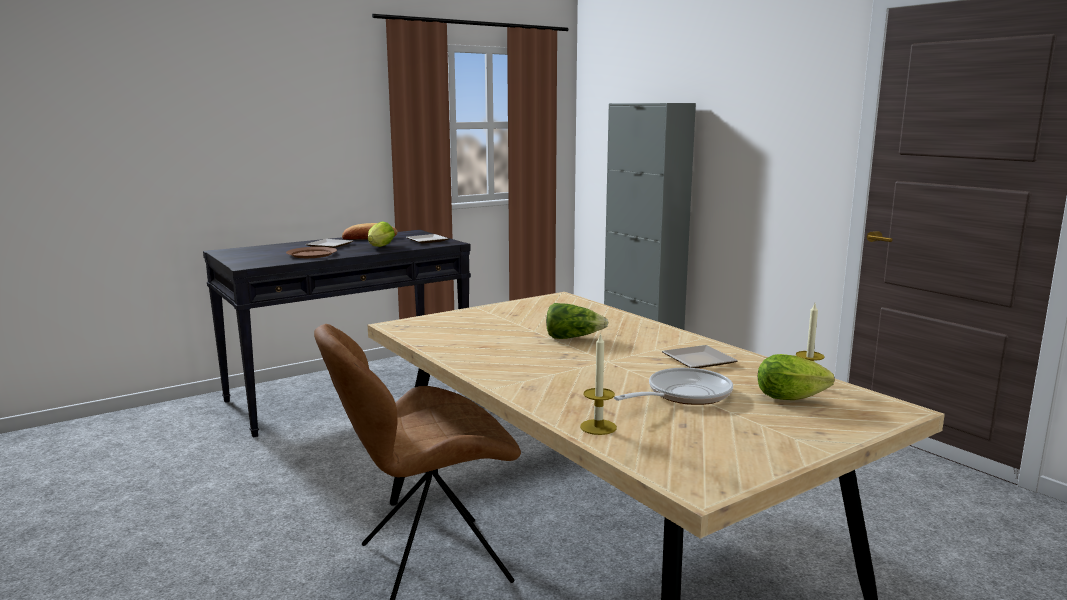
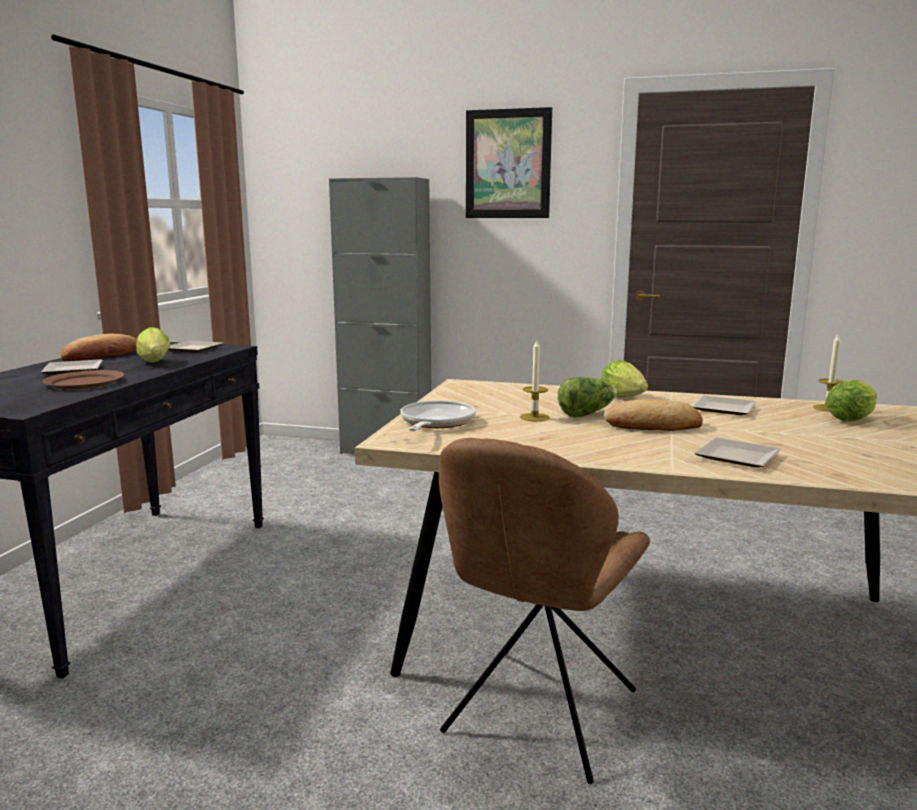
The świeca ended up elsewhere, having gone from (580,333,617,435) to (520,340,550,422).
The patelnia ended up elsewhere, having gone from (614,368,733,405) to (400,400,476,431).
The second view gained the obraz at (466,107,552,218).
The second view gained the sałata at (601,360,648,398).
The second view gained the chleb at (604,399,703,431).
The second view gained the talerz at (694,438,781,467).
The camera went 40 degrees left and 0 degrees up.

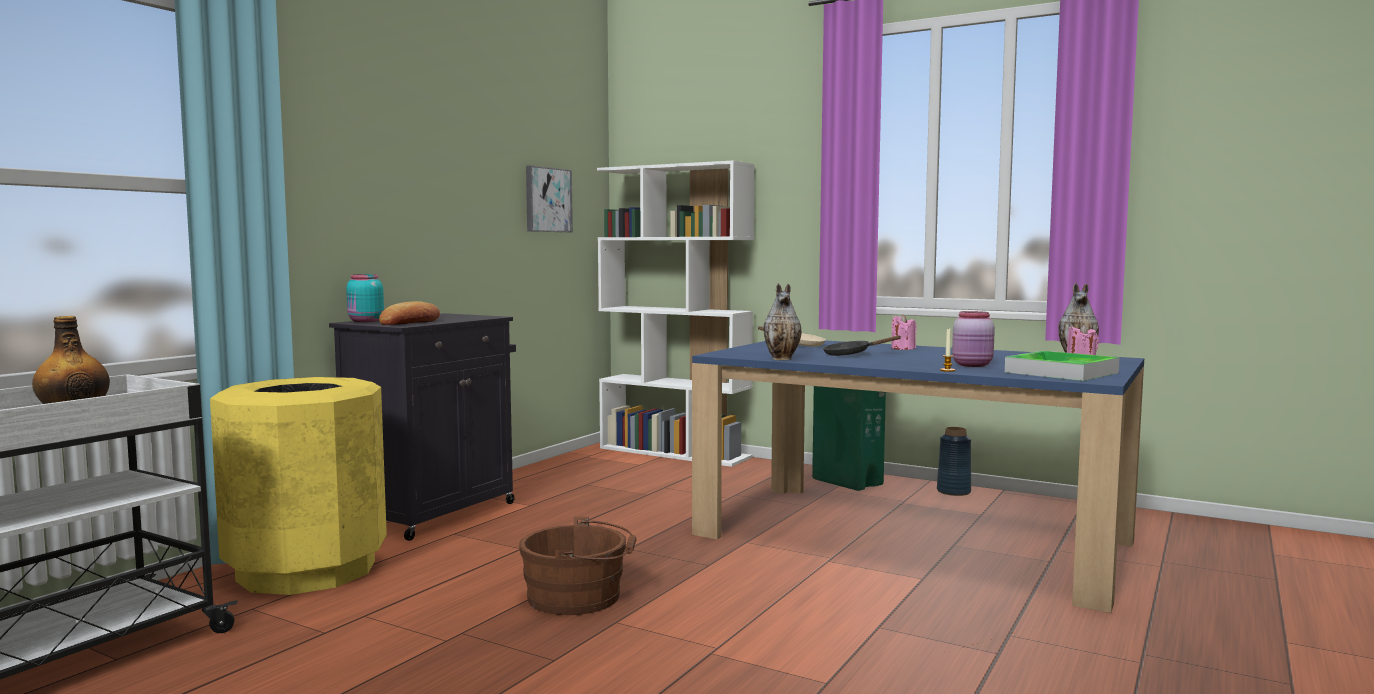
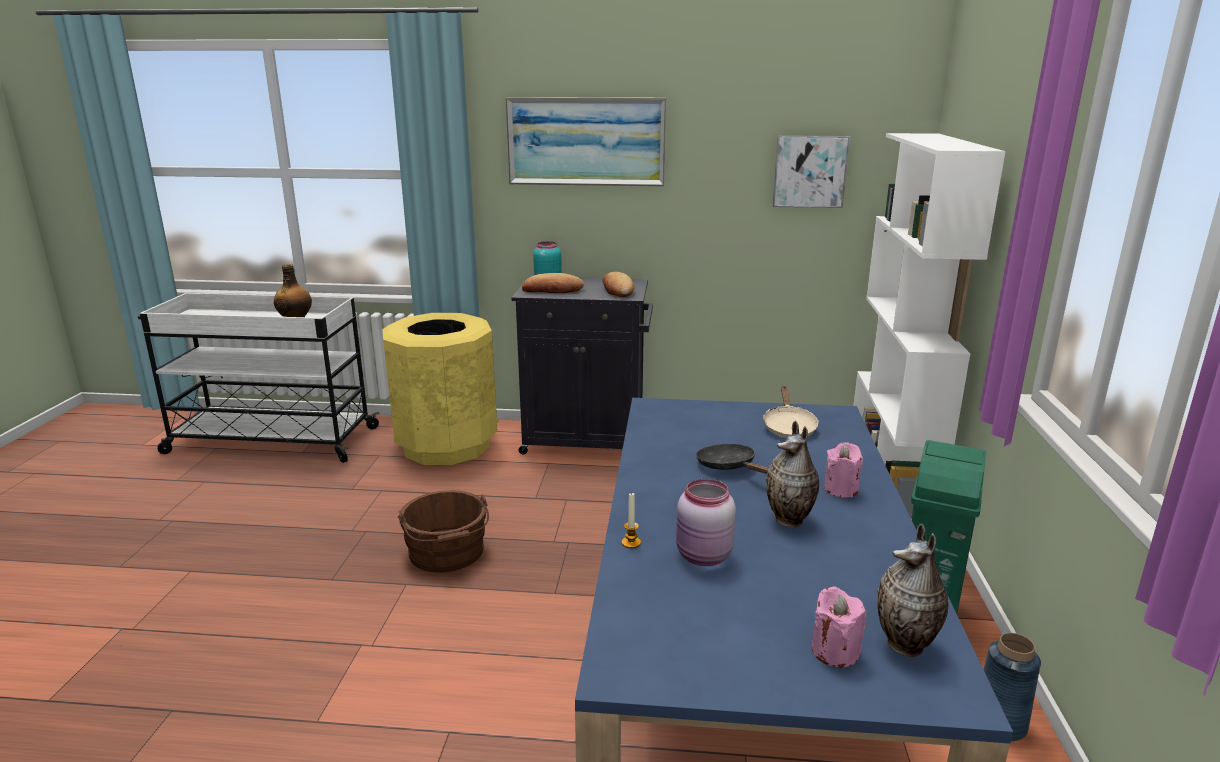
The wazon ended up elsewhere, having gone from (763,283,801,360) to (766,421,819,527).
The second view lost the taca at (1005,351,1120,381).
The second view gained the obraz at (505,97,667,186).
The second view gained the chleb at (602,272,635,297).
The camera went 65 degrees right and 15 degrees up.

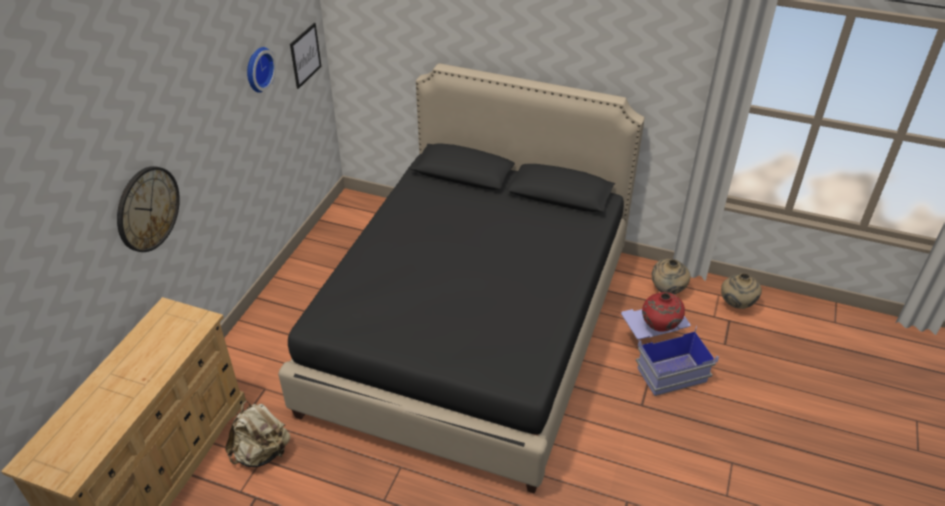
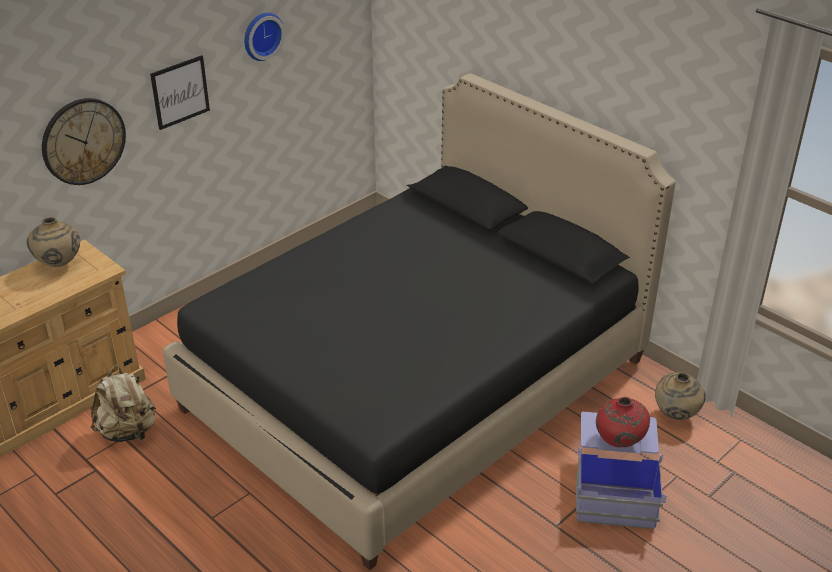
The obraz ended up elsewhere, having gone from (290,23,321,89) to (150,55,210,130).
The wazon [beżowy] ended up elsewhere, having gone from (721,273,762,309) to (27,217,80,267).
The camera went 25 degrees right and 5 degrees down.

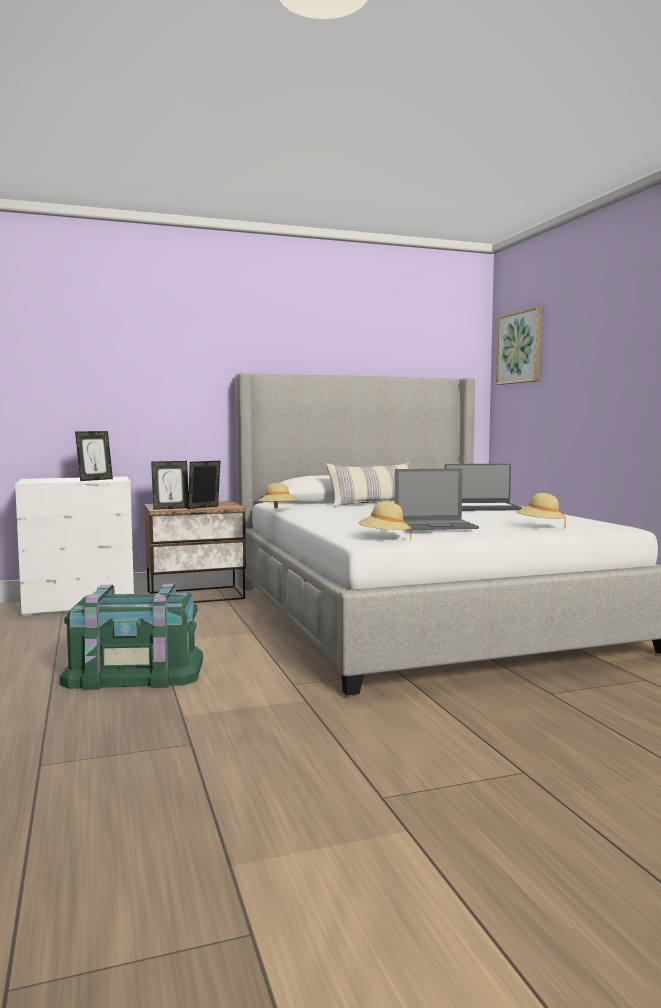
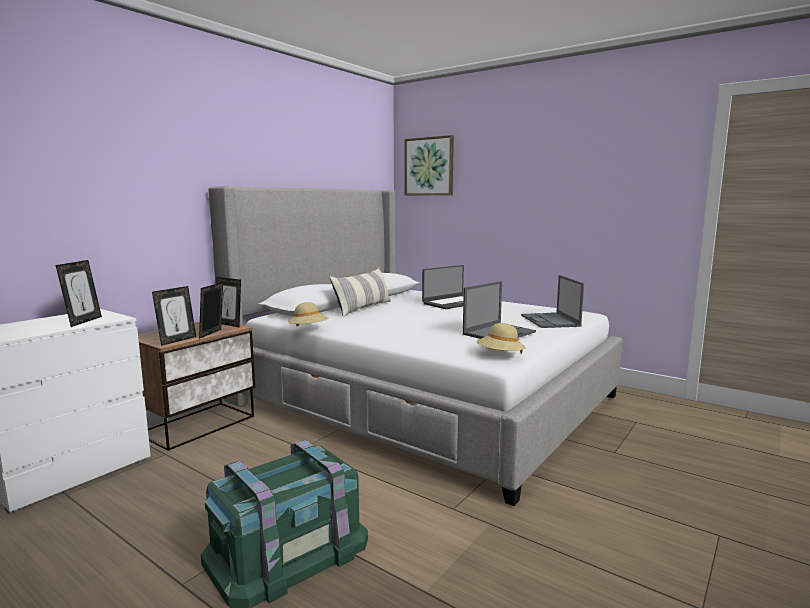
Where the kapelusz [beżowy] stood at (516,493,566,528), the laptop came to stand at (521,275,584,328).
The second view gained the ramka na zdjęcie at (216,277,241,327).
The camera went 35 degrees left and 5 degrees up.

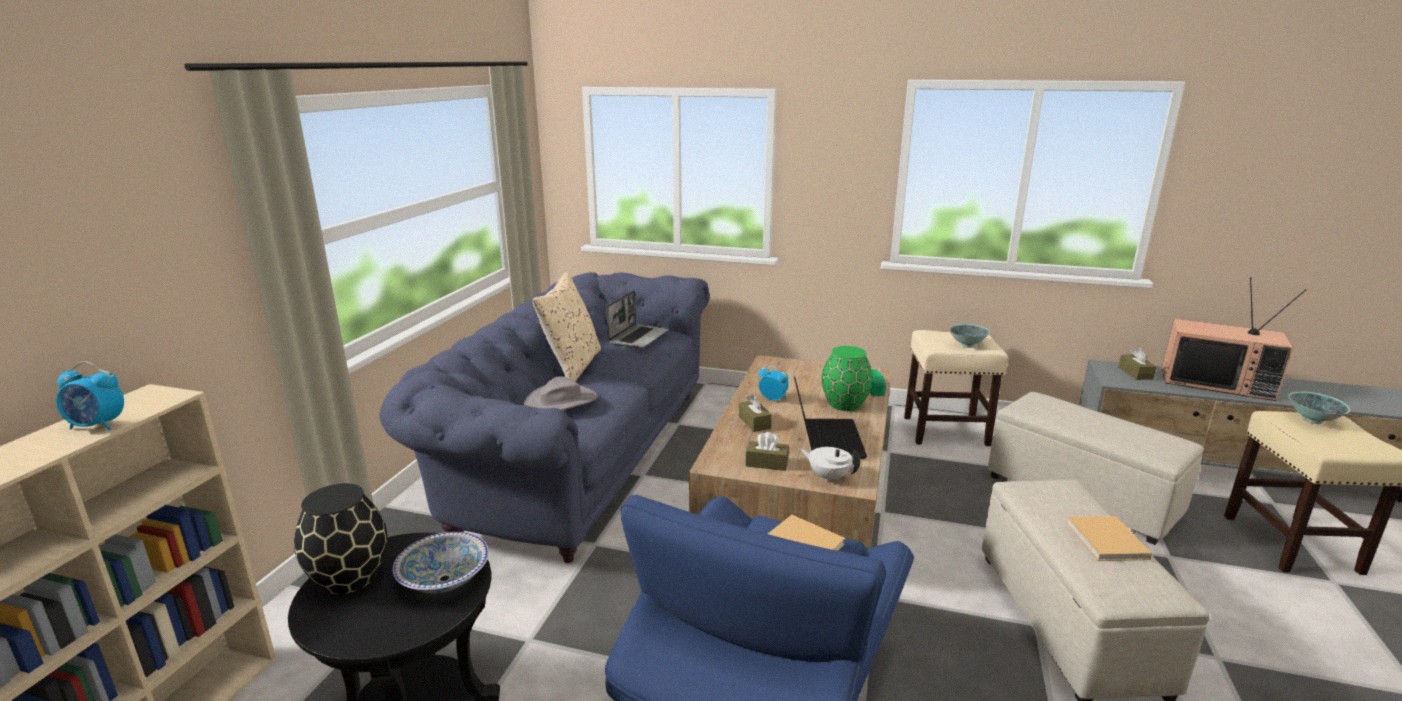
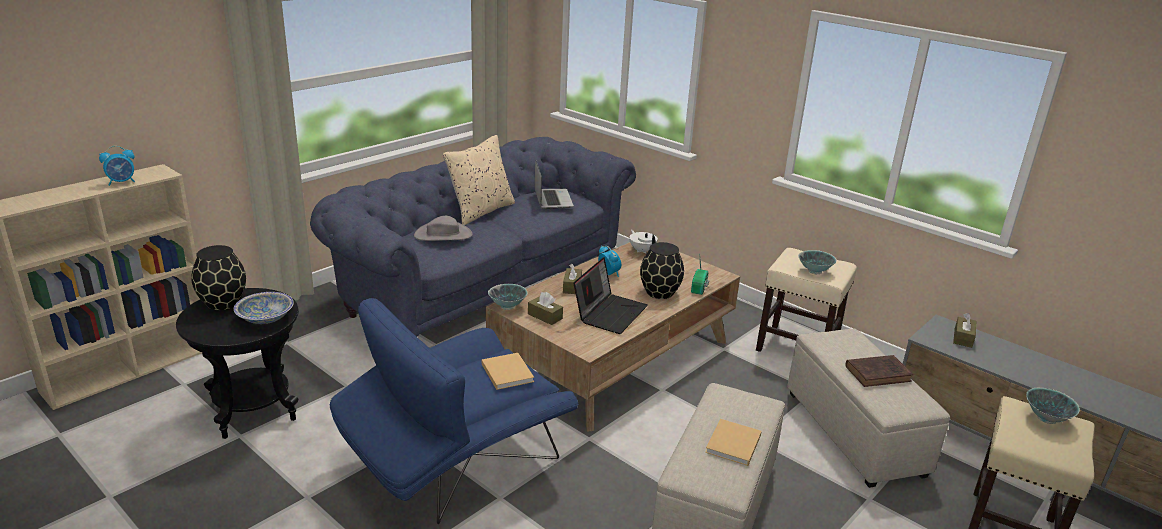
The second view lost the telewizor at (1162,277,1306,401).
The laptop at (606,290,668,348) ended up facing another way, 60 degrees counterclockwise from before.
What was the wazon [zielony] at (821,346,873,411) turned into the wazon [czarny] at (640,242,684,299).
The budzik at (56,361,124,430) ended up facing another way, 60 degrees counterclockwise from before.
The imbryk [biały] ended up elsewhere, having gone from (800,447,860,482) to (629,230,658,254).
The second view gained the miska at (488,284,528,310).
The second view gained the książka [brązowy] at (845,355,913,387).
The camera went 25 degrees right and 5 degrees up.

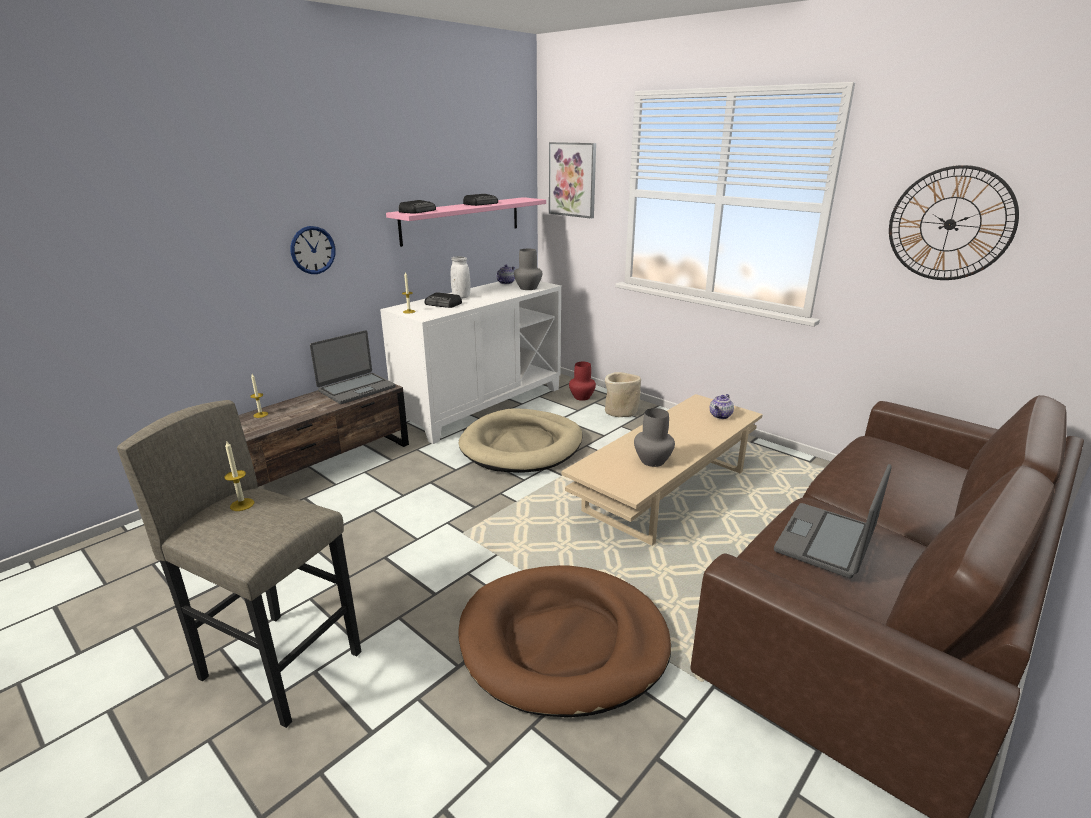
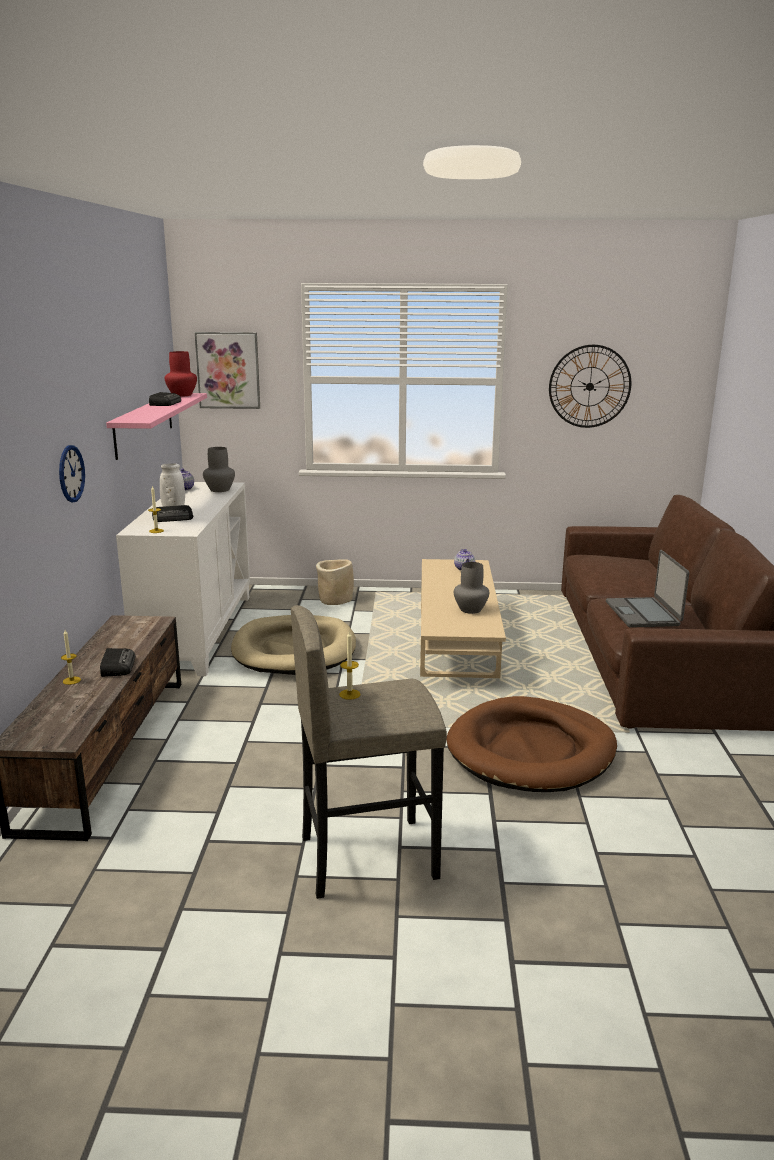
The radio ended up elsewhere, having gone from (399,200,436,214) to (100,648,135,677).
The second view lost the laptop at (310,330,396,404).
The wazon [czerwony] ended up elsewhere, having gone from (569,362,596,401) to (165,351,197,397).
The camera went 40 degrees left and 5 degrees down.

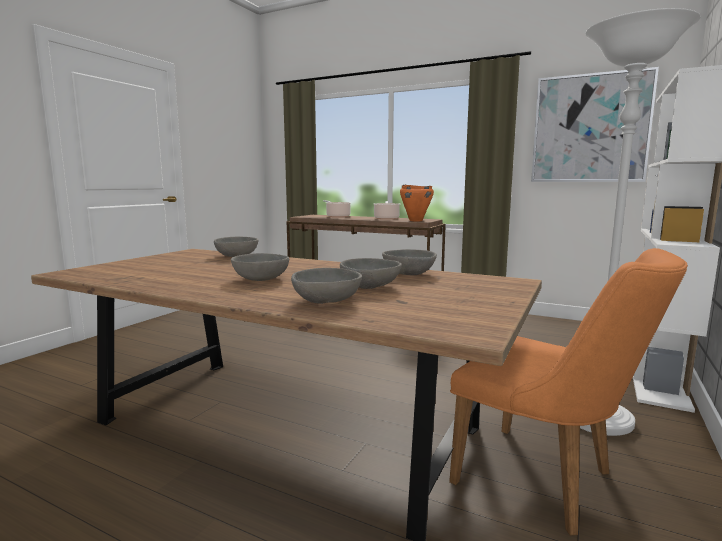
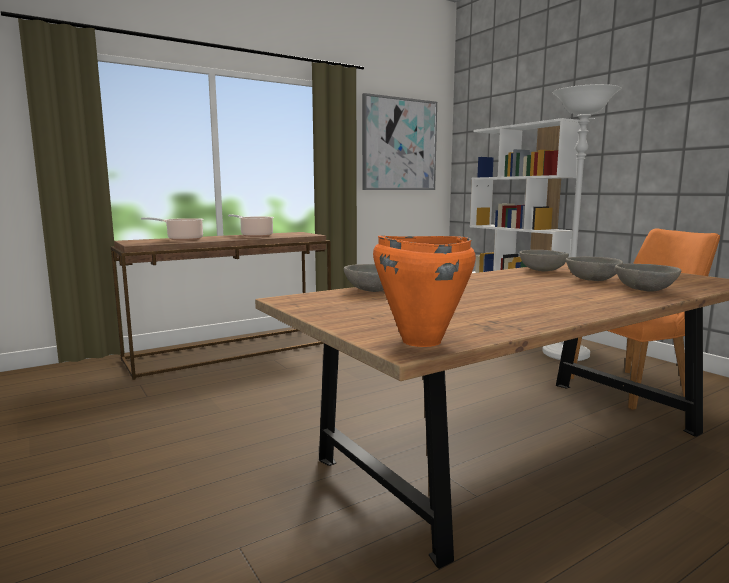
The garnek [pomarańczowy] ended up elsewhere, having gone from (400,185,434,221) to (373,236,476,347).
The second view lost the miska [szary] at (231,253,289,281).
The camera went 60 degrees left and 0 degrees up.

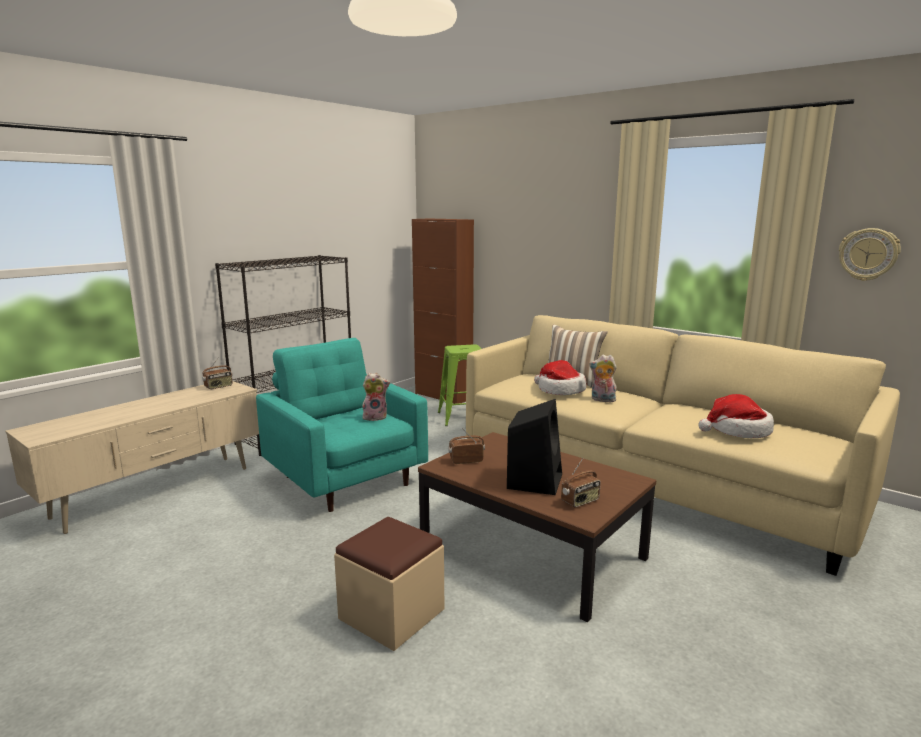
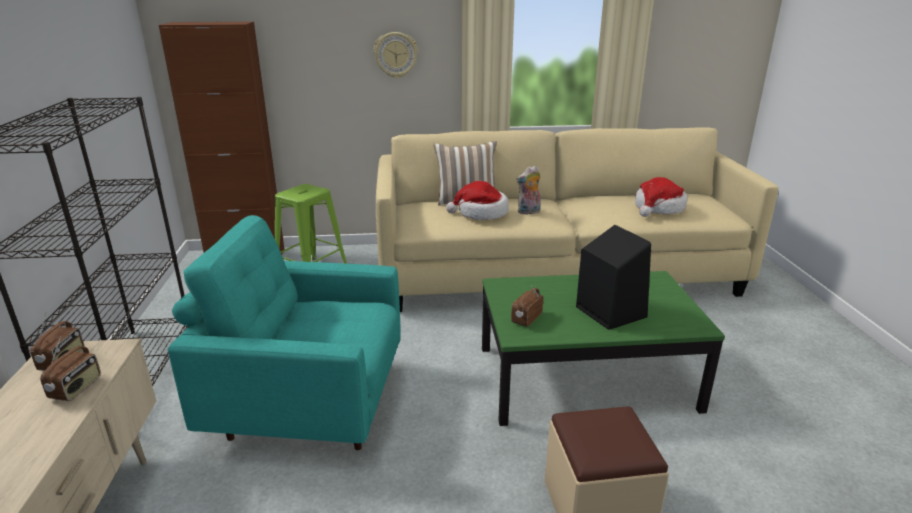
The zegar ścienny ended up elsewhere, having gone from (839,228,901,281) to (374,32,418,78).
The second view lost the pluszak at (362,373,390,421).
What was the ława [brązowy] at (418,432,657,622) turned into the ława [zielony] at (482,271,725,426).
The radio ended up elsewhere, having gone from (561,458,601,508) to (40,337,101,401).
The camera went 45 degrees left and 10 degrees up.

